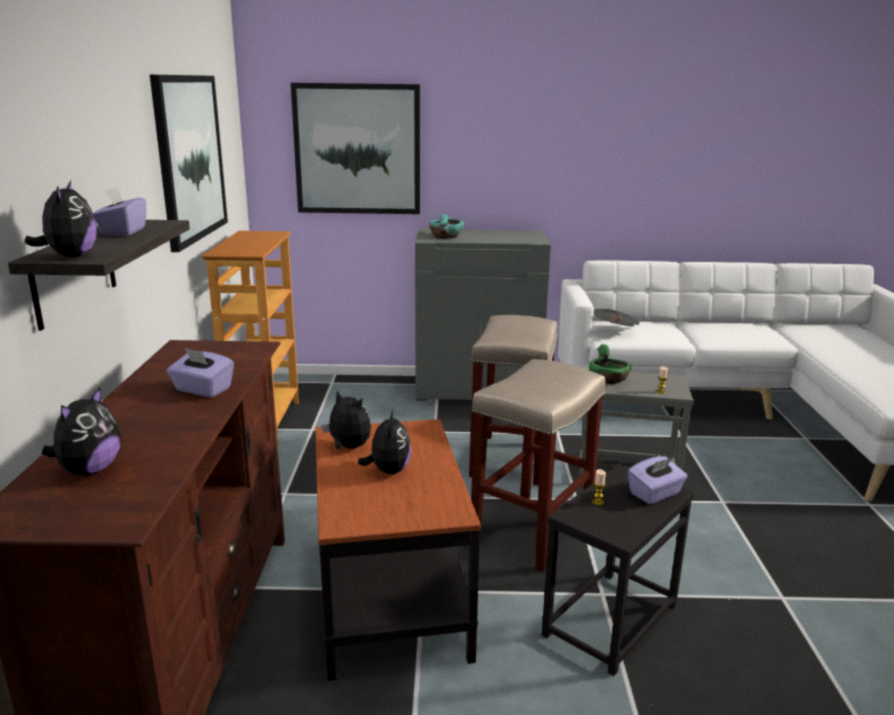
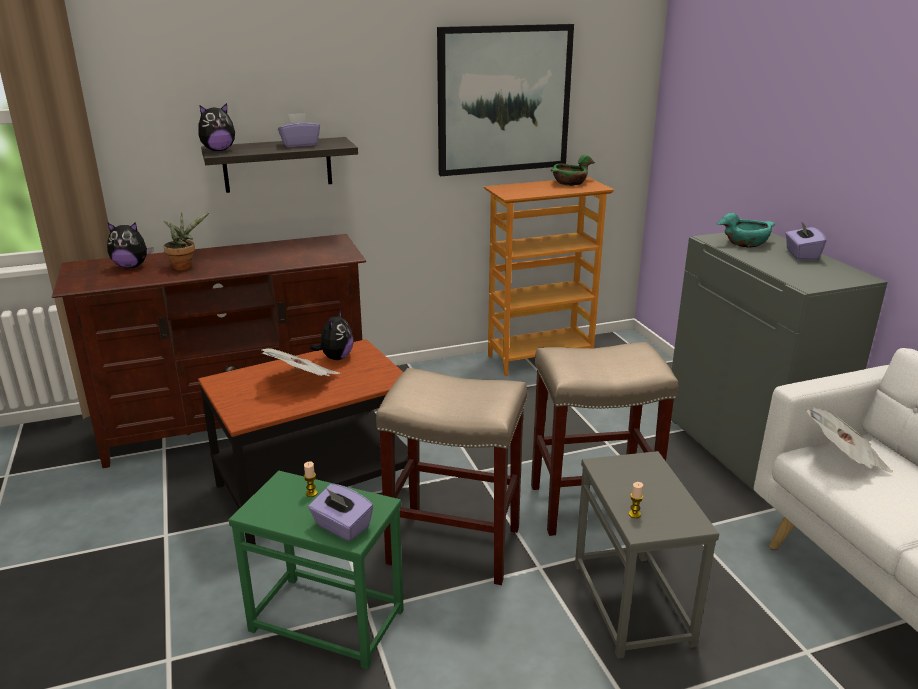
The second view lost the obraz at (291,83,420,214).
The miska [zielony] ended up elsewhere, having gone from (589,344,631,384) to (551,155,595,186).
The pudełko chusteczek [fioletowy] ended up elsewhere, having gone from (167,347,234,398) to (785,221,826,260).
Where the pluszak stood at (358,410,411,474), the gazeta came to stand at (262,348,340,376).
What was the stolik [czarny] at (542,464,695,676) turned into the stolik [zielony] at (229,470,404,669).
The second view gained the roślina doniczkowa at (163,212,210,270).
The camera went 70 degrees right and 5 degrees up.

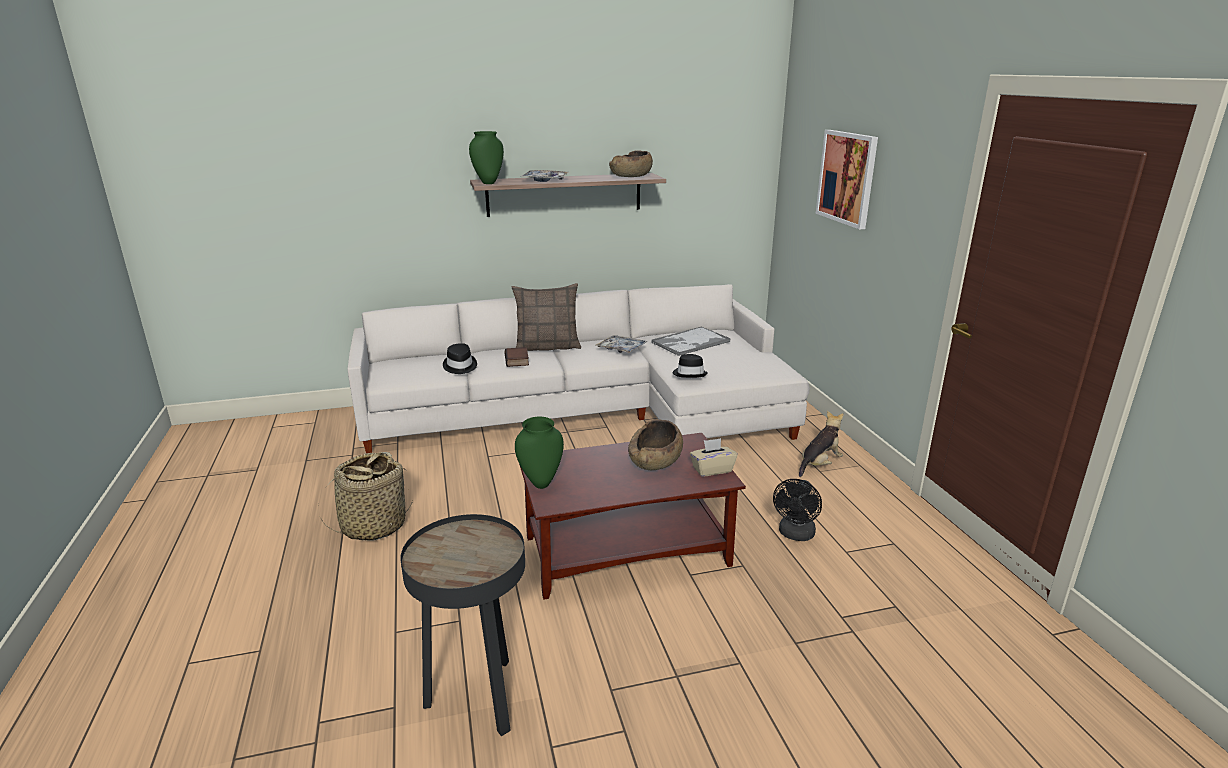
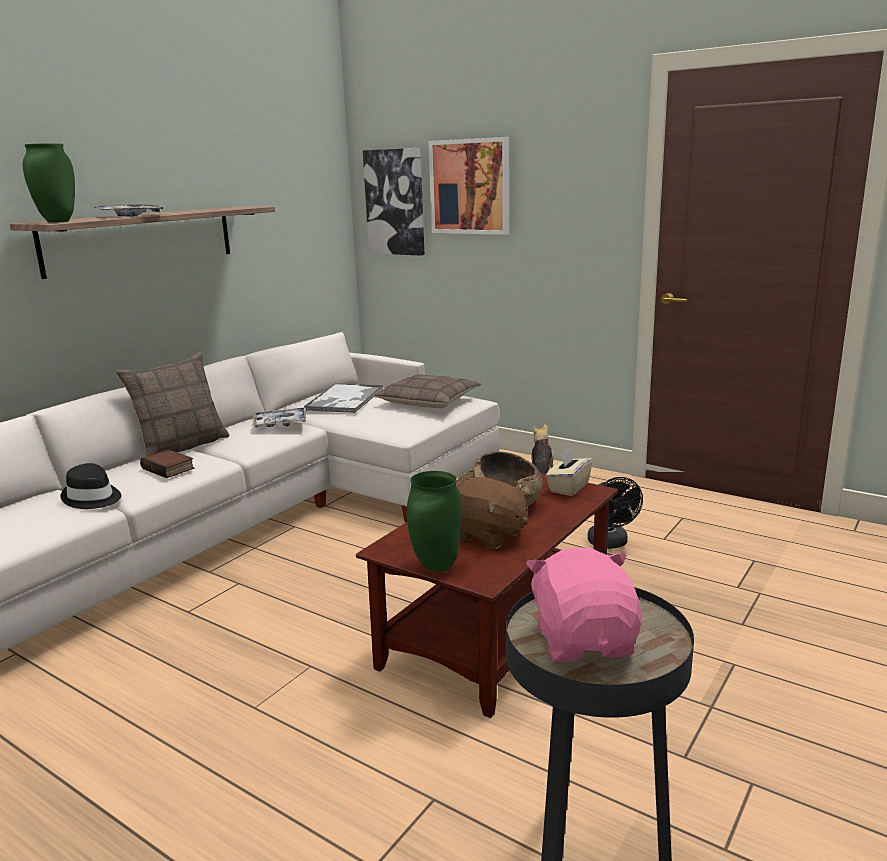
The second view lost the miska [brązowy] at (609,151,653,177).
The second view lost the kapelusz [czarny] at (673,354,708,378).
The second view lost the koszyk at (320,452,413,541).
The second view gained the obraz at (363,148,425,256).
The second view gained the poduszka at (375,374,481,408).
The second view gained the pluszak [brązowy] at (457,477,529,549).
The second view gained the pluszak [różowy] at (526,547,642,662).
The camera went 40 degrees left and 5 degrees down.

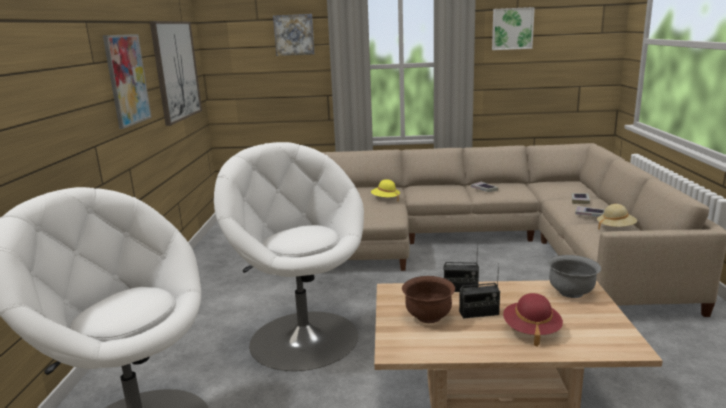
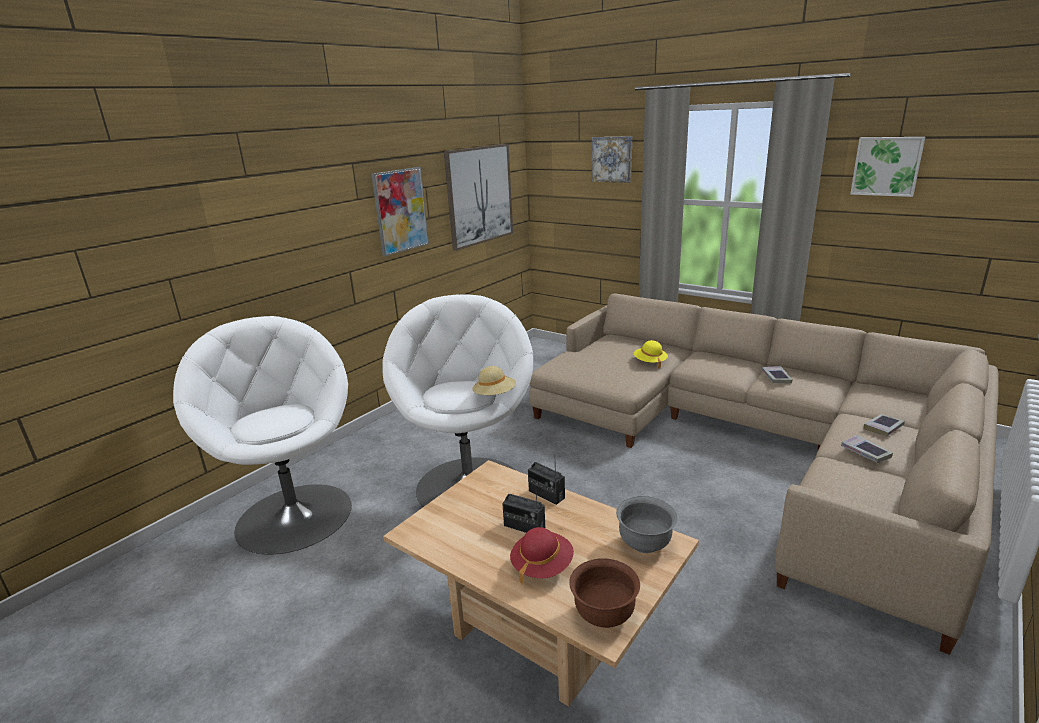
The kapelusz [beżowy] ended up elsewhere, having gone from (597,204,637,229) to (472,366,516,395).
The miska [brązowy] ended up elsewhere, having gone from (402,276,455,323) to (569,558,640,628).
The camera went 35 degrees right and 5 degrees up.

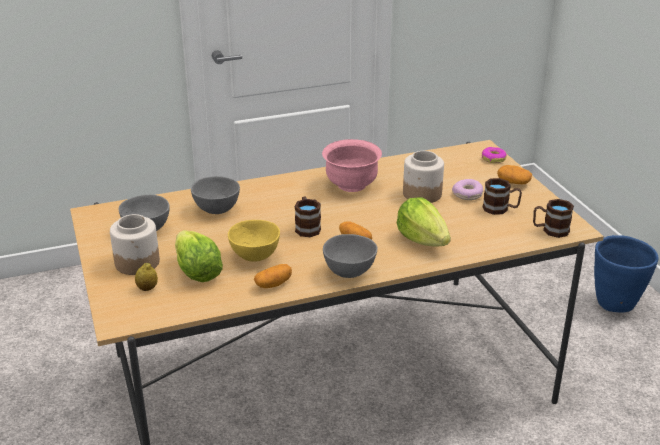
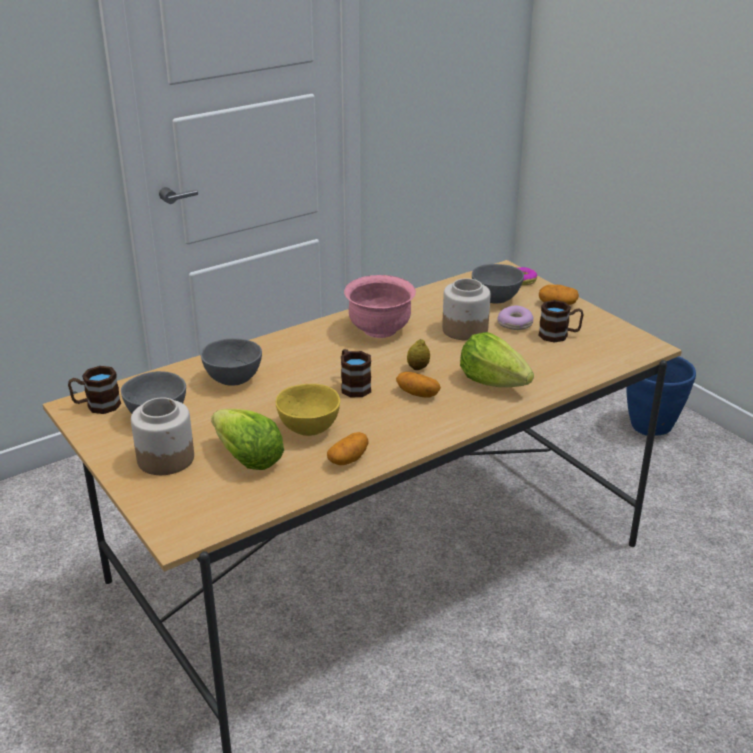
The kubek [brązowy] ended up elsewhere, having gone from (533,199,574,238) to (68,366,121,414).
The miska [szary] ended up elsewhere, having gone from (323,234,378,278) to (472,264,524,303).
The cytryna ended up elsewhere, having gone from (135,263,158,291) to (407,339,430,370).
The camera went 15 degrees left and 0 degrees up.

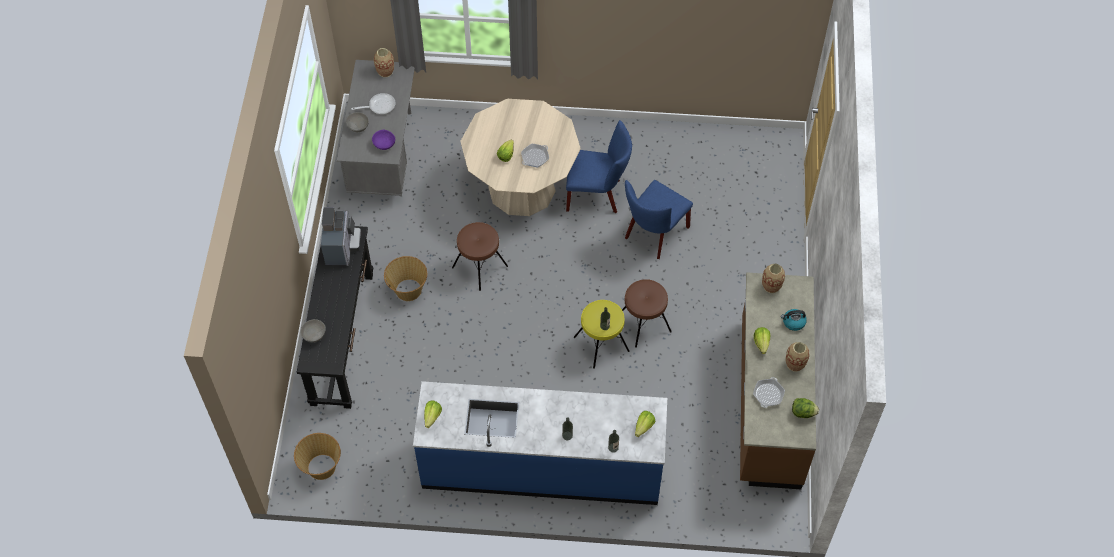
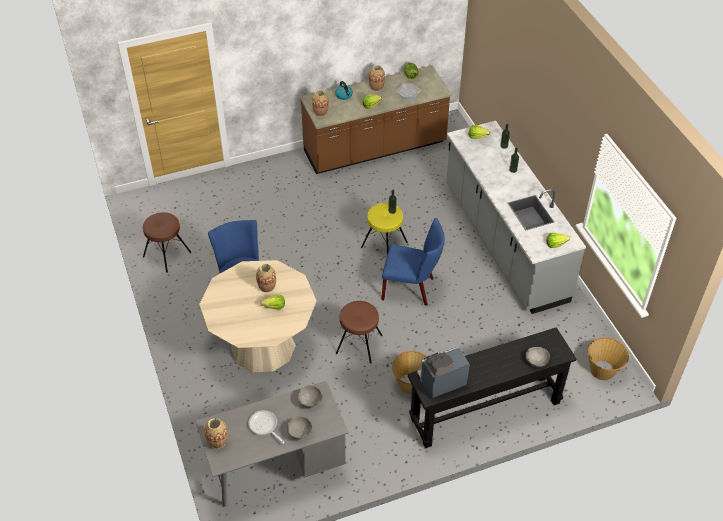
What was the miska [fioletowy] at (372,130,395,150) turned into the miska [szary] at (298,385,322,408).
Where the patelnia stood at (521,144,549,167), the wazon came to stand at (256,264,276,293).
The krzesło [niebieski] ended up elsewhere, having gone from (625,180,693,259) to (381,218,445,306).
The stołek [brązowy] ended up elsewhere, having gone from (622,279,672,348) to (143,212,192,273).
What was the zabudowa kuchenna [niebieski] at (413,381,667,505) turned into the zabudowa kuchenna [szary] at (446,121,586,314).
The camera went 115 degrees left and 10 degrees down.

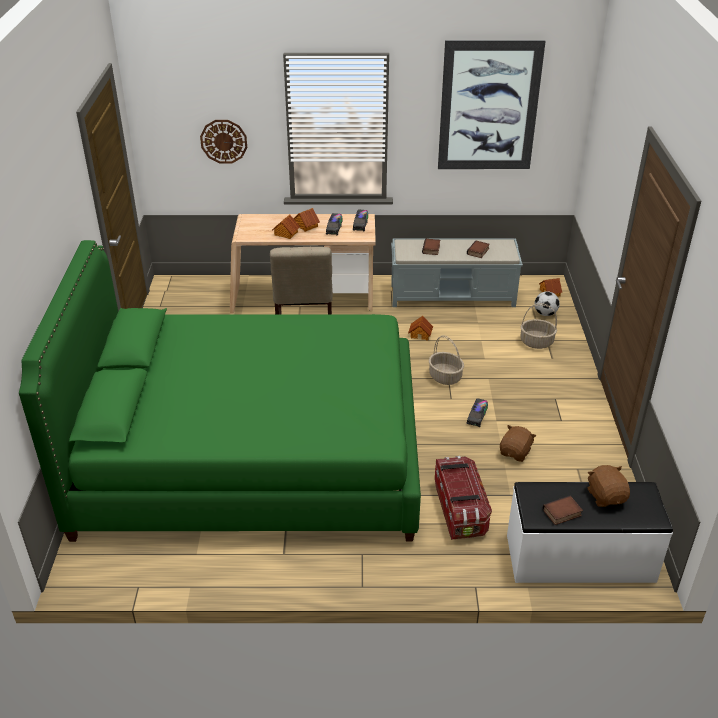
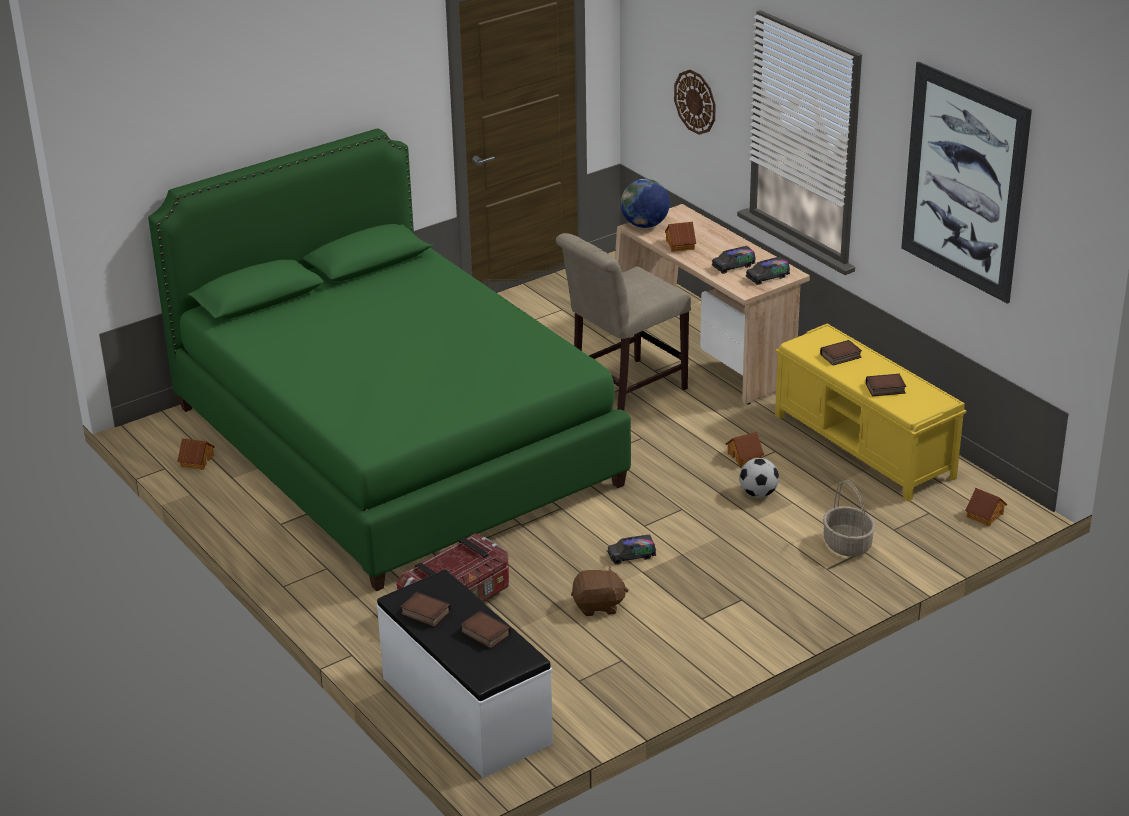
The domek ended up elsewhere, having gone from (293,208,320,232) to (177,438,215,470).
What was the ławka [szary] at (391,238,523,307) turned into the ławka [żółty] at (775,324,966,501).
The piłka futbolowa ended up elsewhere, having gone from (534,291,560,316) to (739,458,779,498).
The second view lost the koszyk at (429,335,464,385).
Where the pluszak [brązowy] stood at (588,465,630,507), the książka came to stand at (461,610,511,649).
The second view gained the globus at (621,179,670,228).
The camera went 55 degrees right and 5 degrees down.

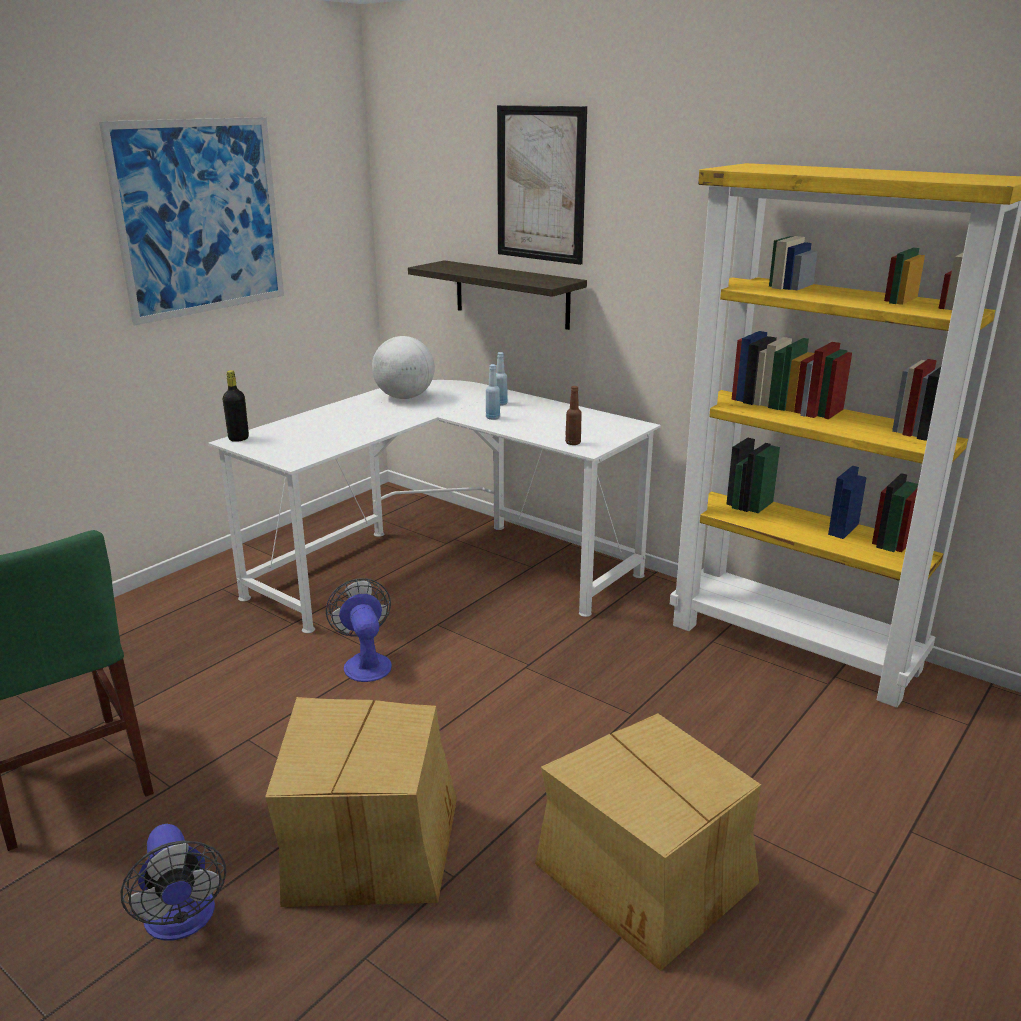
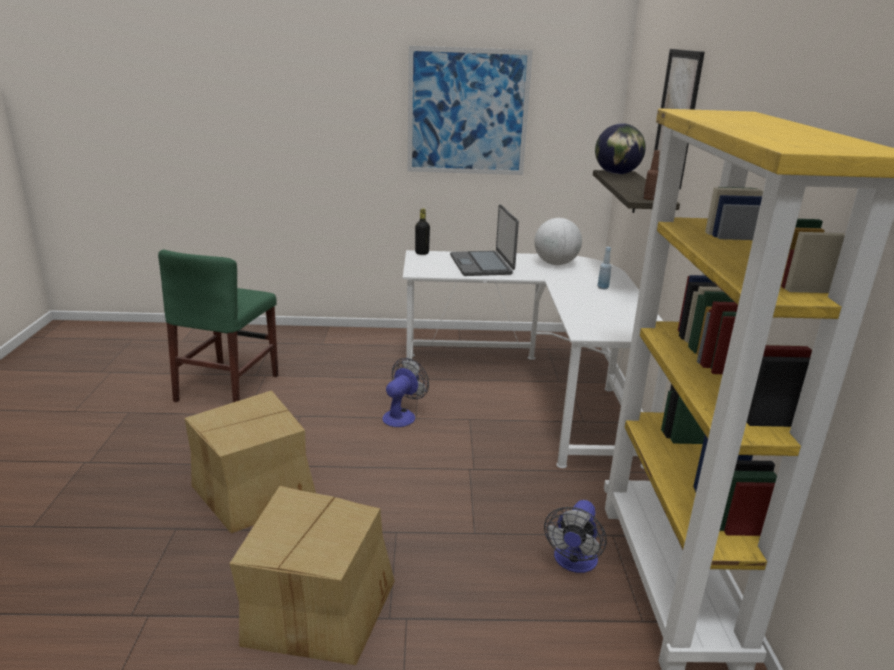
The second view lost the butelka [niebieski] at (486,364,500,420).
The butelka [brązowy] ended up elsewhere, having gone from (565,386,582,445) to (643,150,660,200).
The wentylator ended up elsewhere, having gone from (120,824,226,941) to (544,500,607,573).
The second view gained the globus at (595,123,646,175).
The second view gained the laptop at (450,204,519,276).
The camera went 50 degrees right and 0 degrees up.

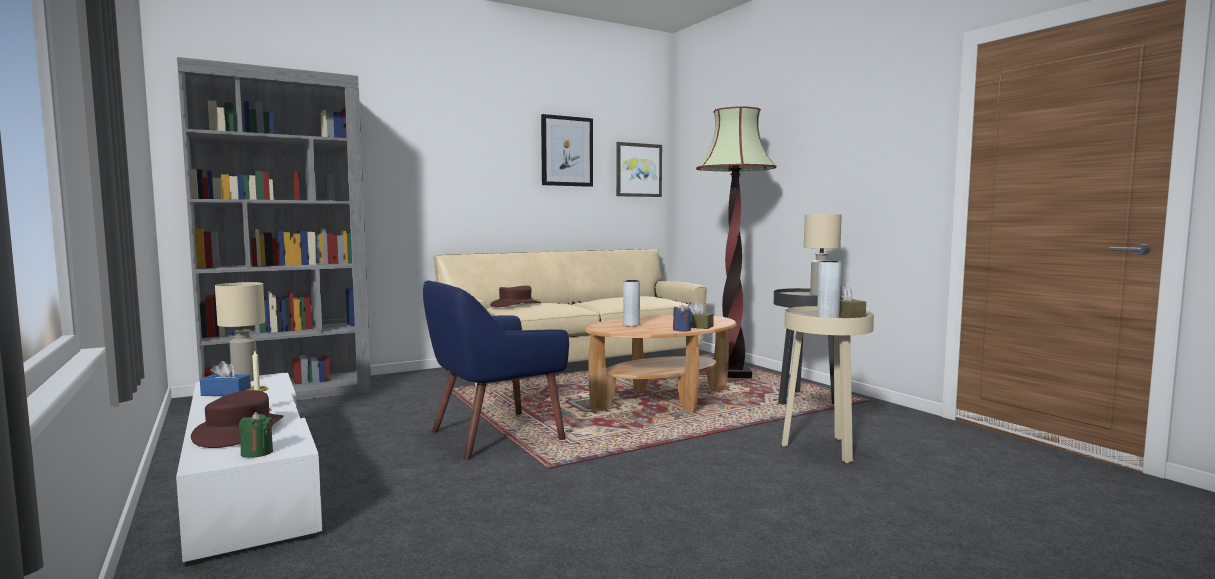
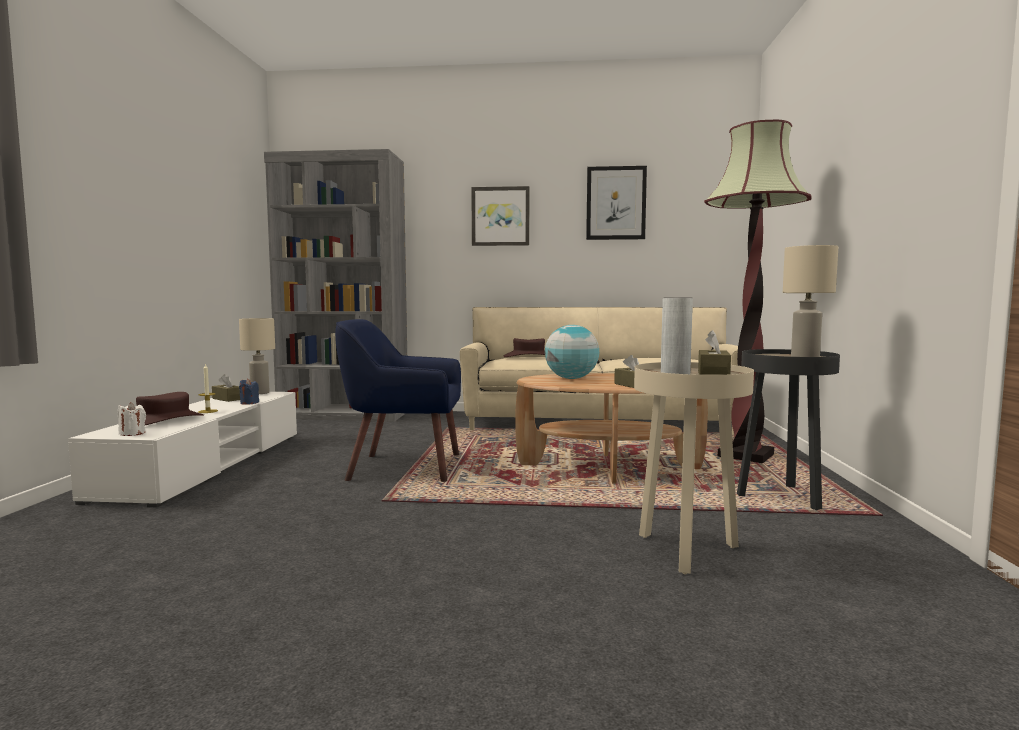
The obraz ended up elsewhere, having gone from (616,142,662,197) to (471,186,530,246).
Where the wazon [szary] stood at (623,280,640,326), the globus came to stand at (545,325,599,379).
The świeca [niebieski] ended up elsewhere, having gone from (673,305,692,332) to (239,379,259,405).
What was the pudełko chusteczek [niebieski] at (200,361,251,396) turned into the pudełko chusteczek [brązowy] at (212,374,240,402).
What was the świeca [zielony] at (239,412,273,458) turned into the świeca [biały] at (118,402,146,436).
The camera went 35 degrees right and 0 degrees up.

